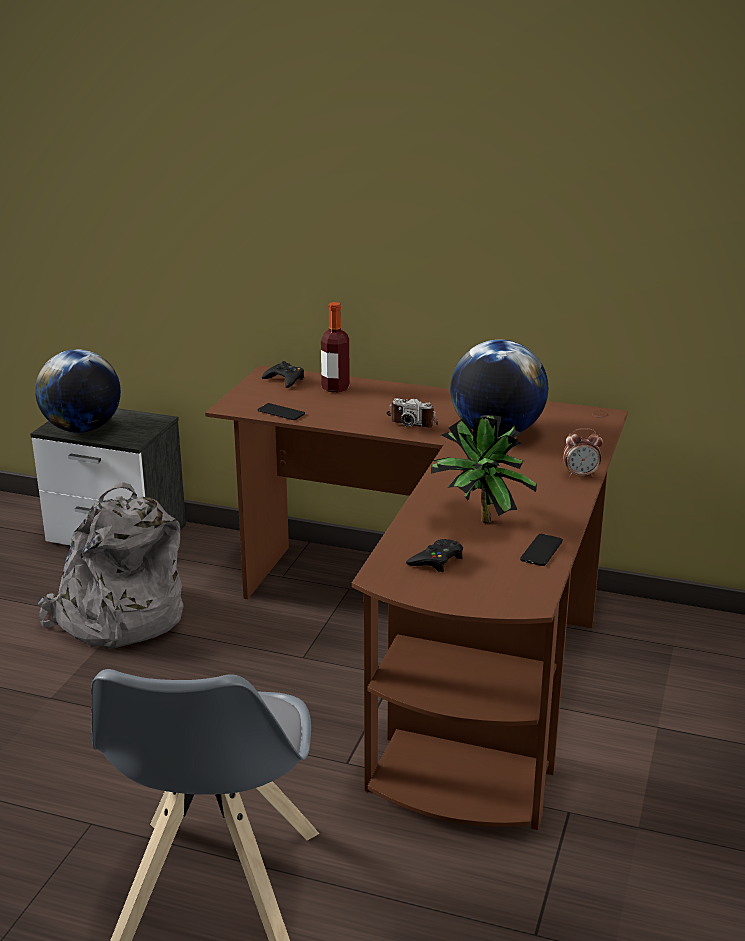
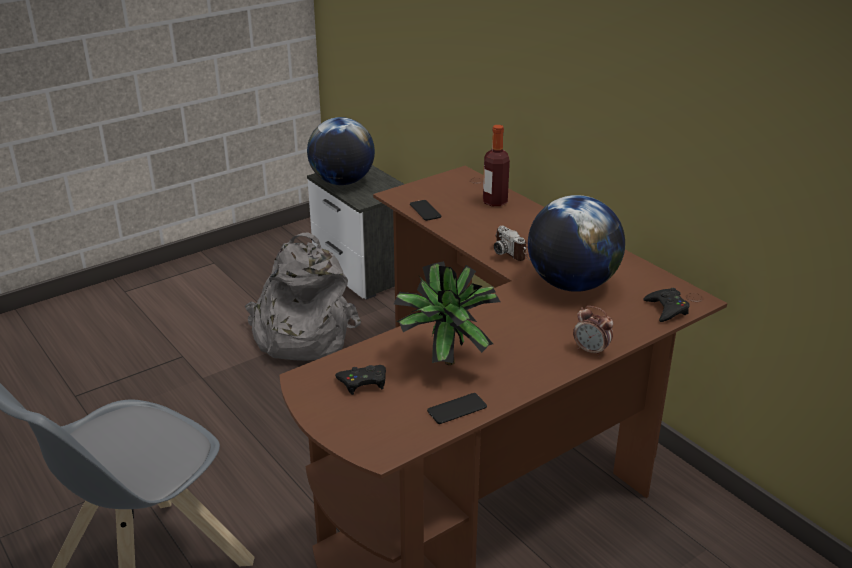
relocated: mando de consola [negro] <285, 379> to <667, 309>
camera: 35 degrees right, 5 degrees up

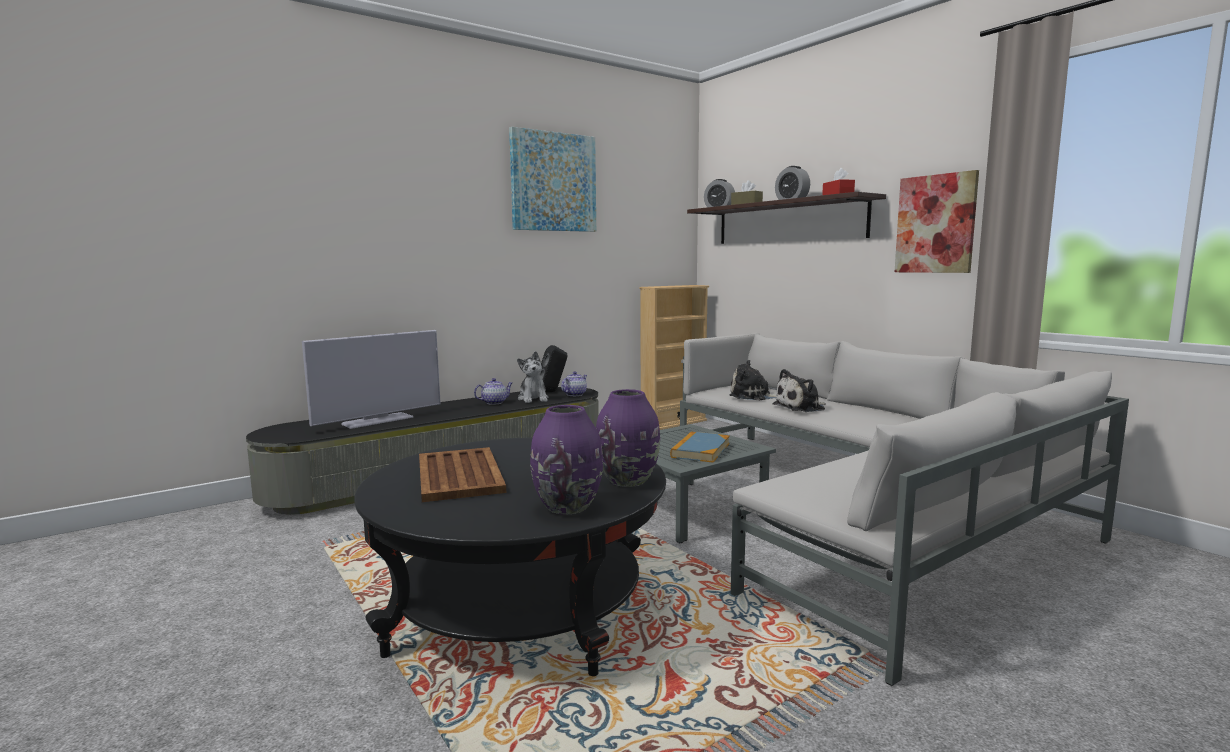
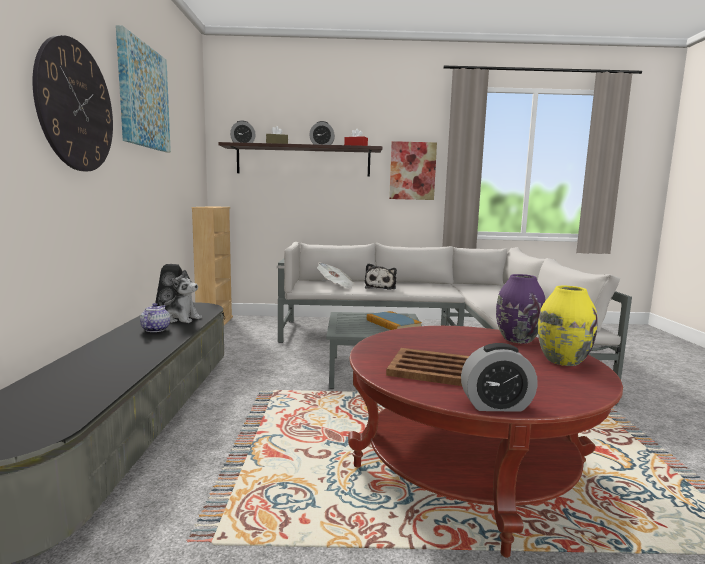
missing: televisor <378, 420>; tetera <575, 394>
appeared: reloj de pared <76, 106>; despertador <496, 405>
exchanged: peluche <753, 396> to periódico <336, 286>
colour: florero [morado] <568, 506> to florero [amarillo] <562, 360>; mesa de centro [negro] <520, 608> to mesa de centro [rojo] <468, 469>
camera: 55 degrees left, 0 degrees up

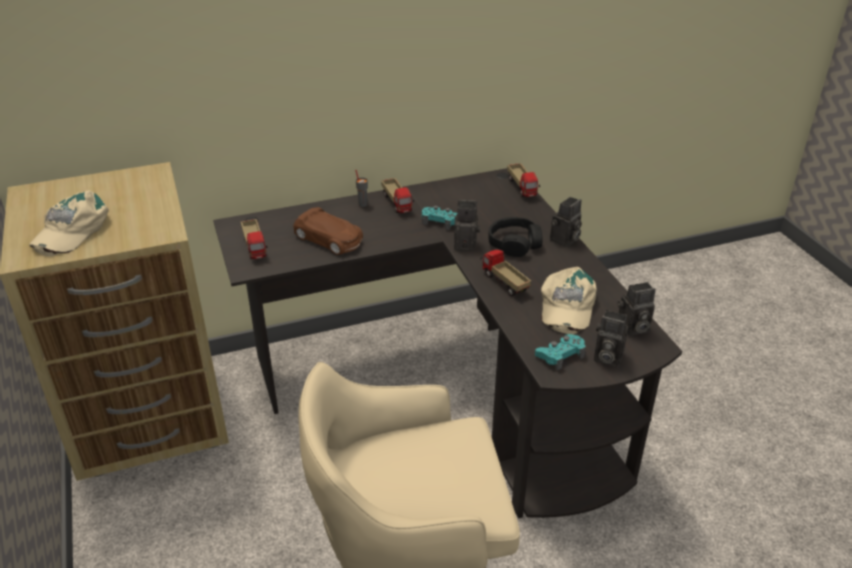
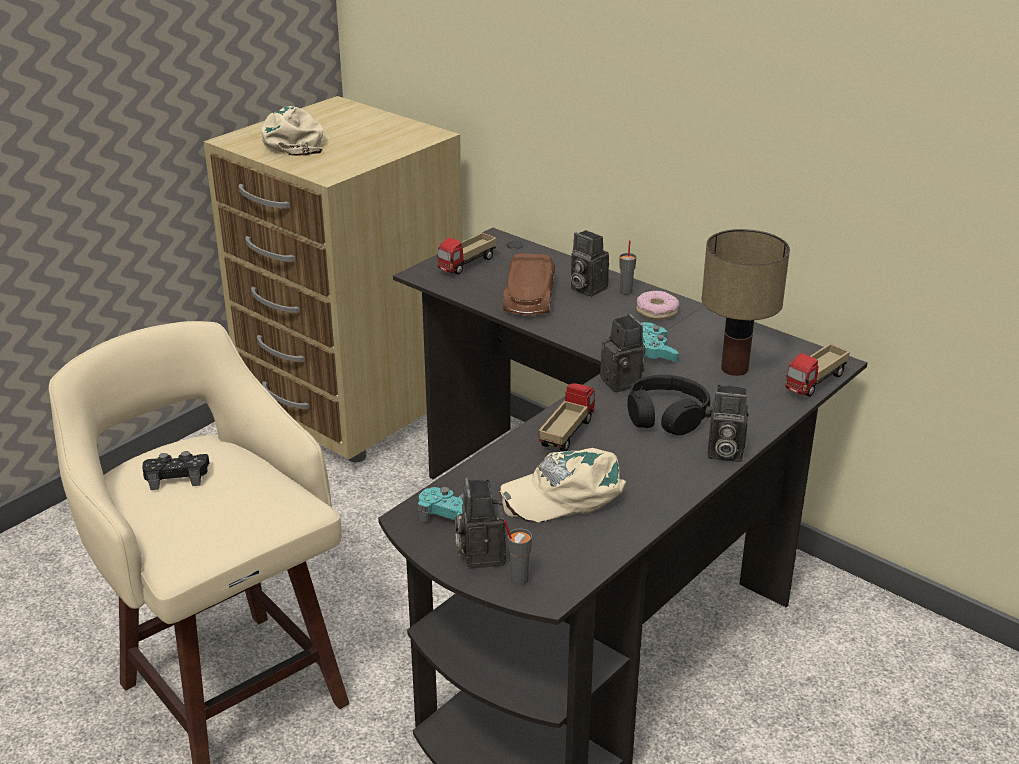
appeared: lámpara de mesa <734, 369>; mando de consola [negro] <177, 476>; taza [gris] <519, 579>
relocated: cámara <632, 328> to <586, 288>
exchanged: camión de juguete <397, 203> to rosquilla <657, 311>
spun: gorra [beis] <71, 230> = <293, 140> 90 degrees clockwise
camera: 60 degrees right, 5 degrees down

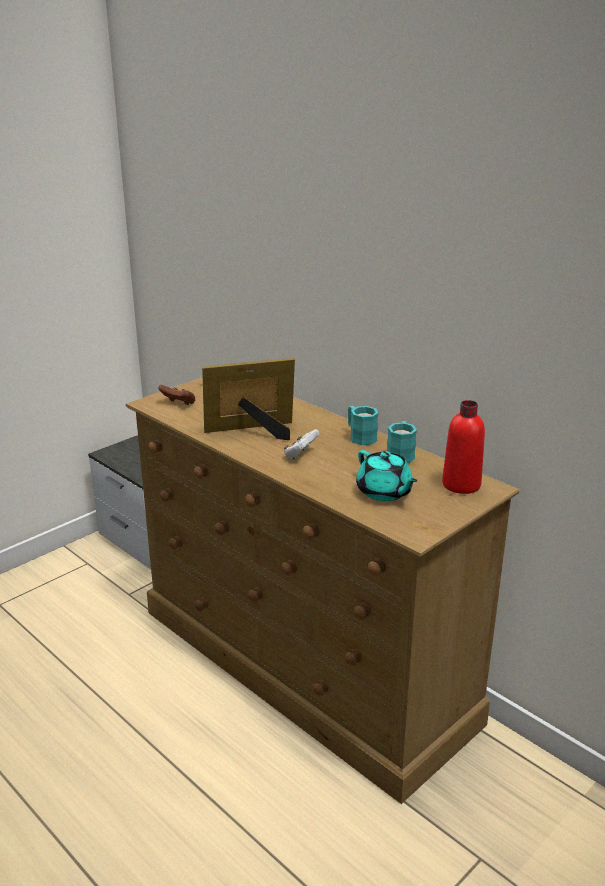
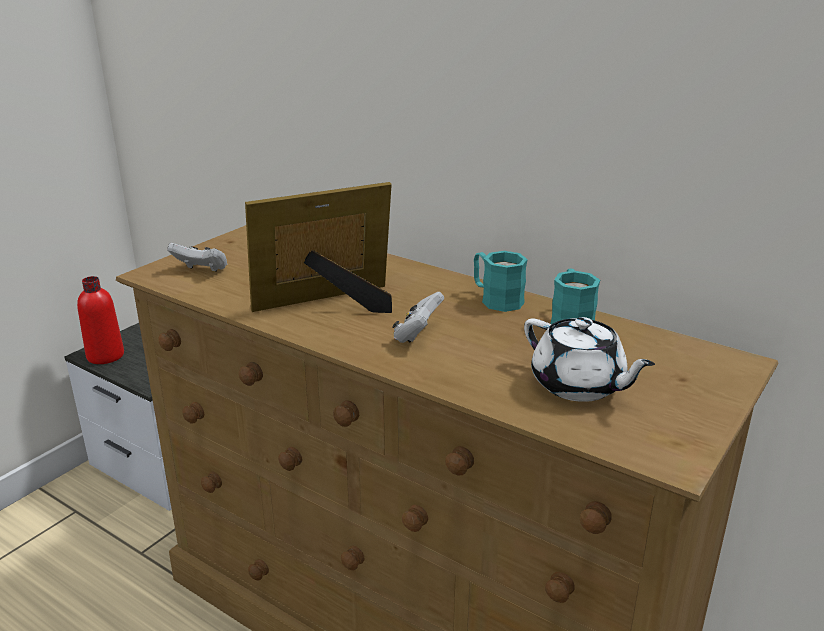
relocated: botella [rojo] <461, 485> to <105, 356>
colour: mando de consola [marrón] <179, 403> to mando de consola [blanco] <202, 270>; tetera [turquesa] <384, 492> to tetera [blanco] <578, 386>
camera: 10 degrees left, 0 degrees up

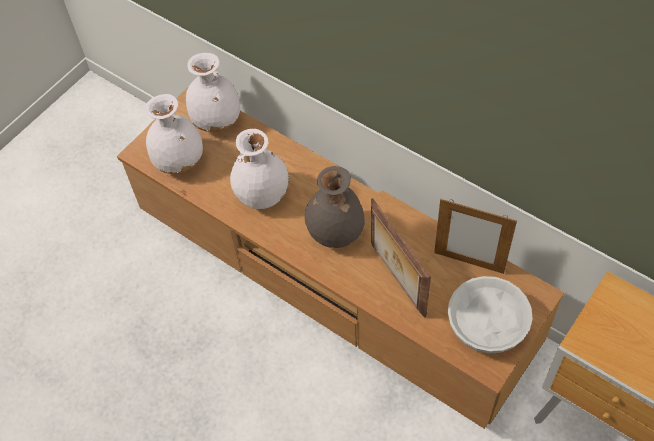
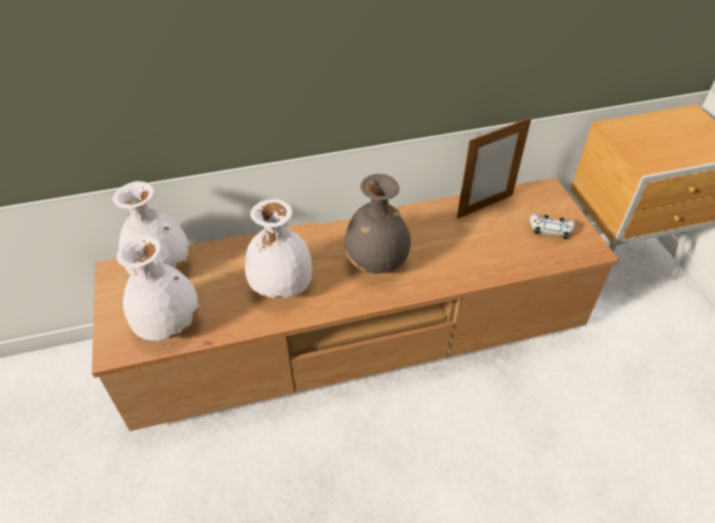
missing: portarretratos <396, 279>
exchanged: cuenco [blanco] <486, 324> to mando de consola [blanco] <550, 229>
camera: 55 degrees left, 10 degrees down

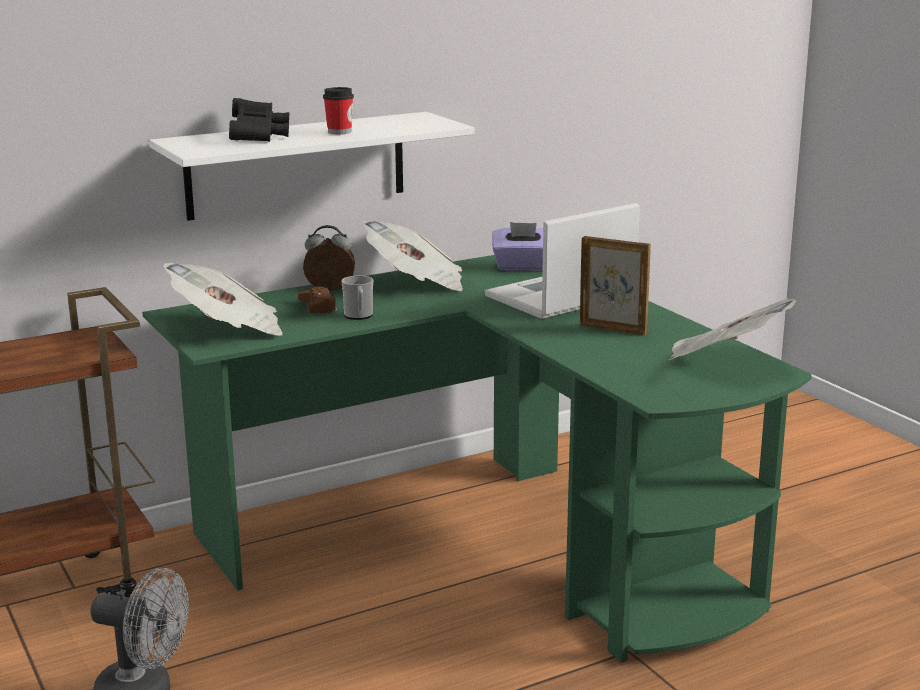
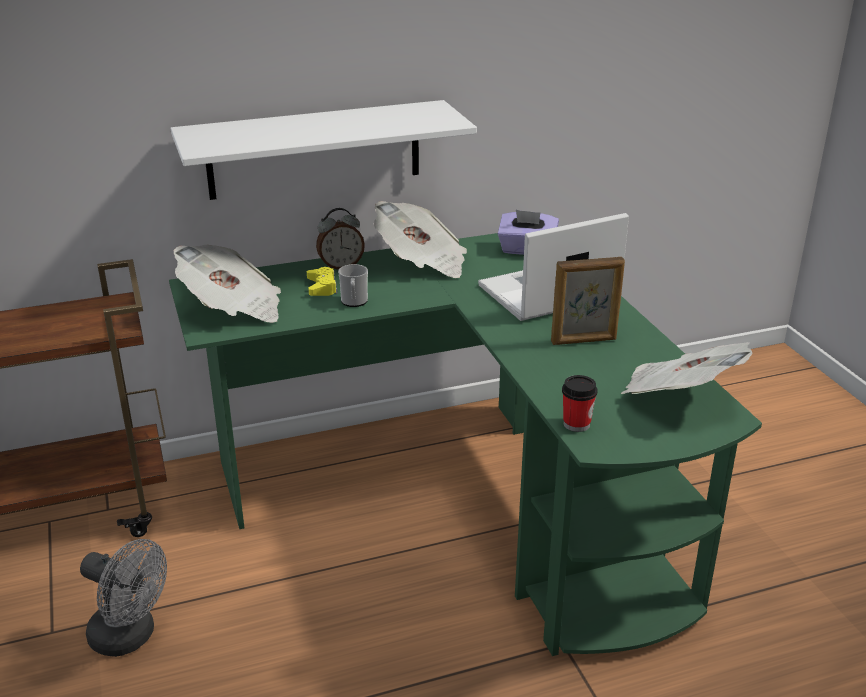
missing: prismáticos [negro] <259, 137>
relocated: taza <339, 132> to <576, 424>
colour: mando de consola [marrón] <318, 307> to mando de consola [amarillo] <322, 287>
spun: despertador <330, 290> = <341, 266> 150 degrees clockwise; portarretratos <613, 329> = <584, 341> 135 degrees clockwise
camera: 10 degrees right, 10 degrees up

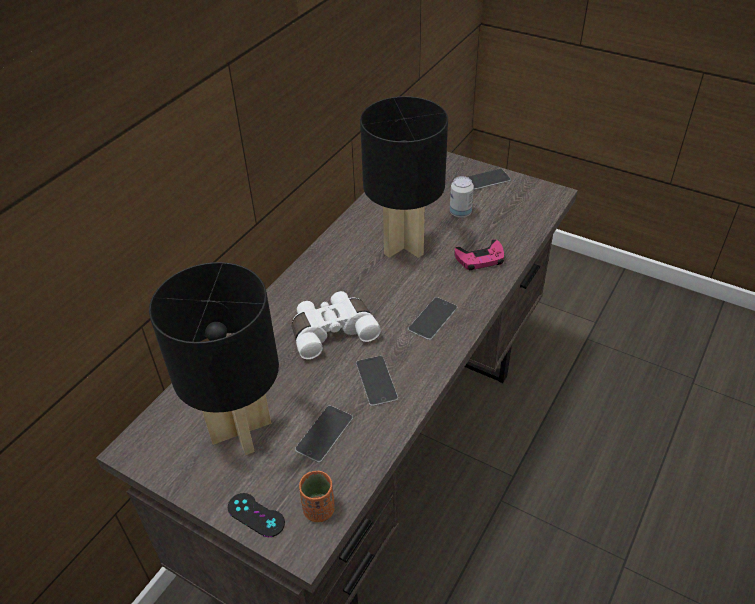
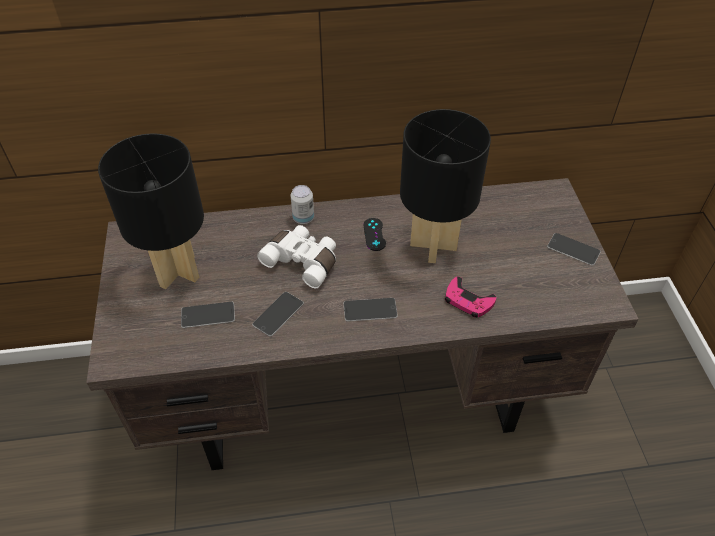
missing: taza [naranja] <319, 509>
relocated: lata <460, 213> to <303, 218>; mando de consola [negro] <256, 515> to <374, 234>
camera: 50 degrees right, 5 degrees up

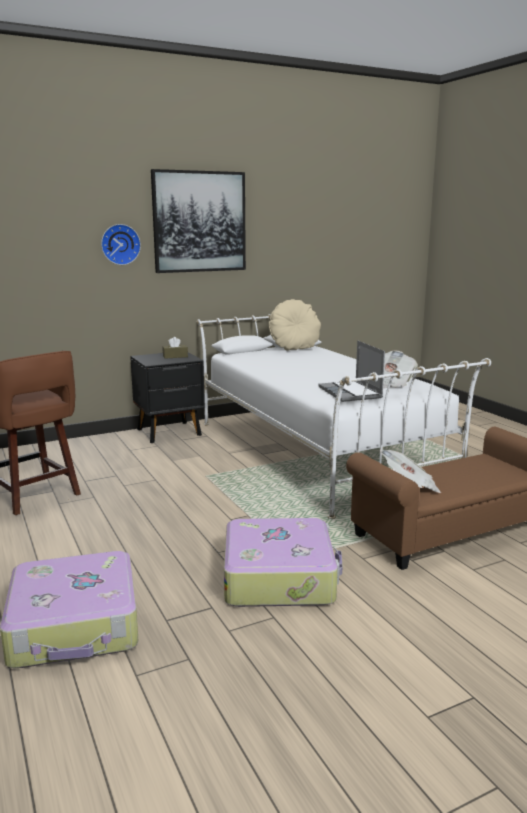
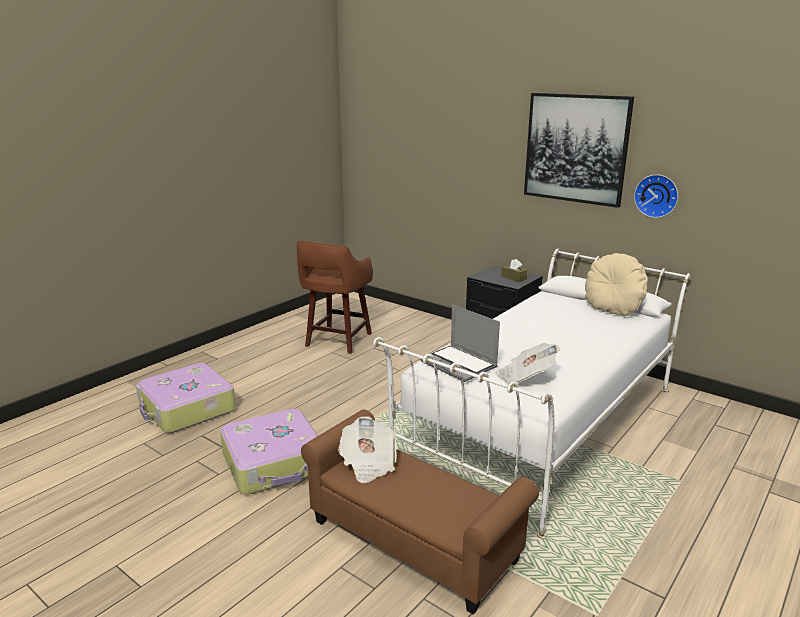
relocated: reloj de pared <120, 244> to <657, 195>
spun: portátil <351, 393> = <460, 365> 90 degrees counterclockwise
camera: 65 degrees right, 5 degrees up

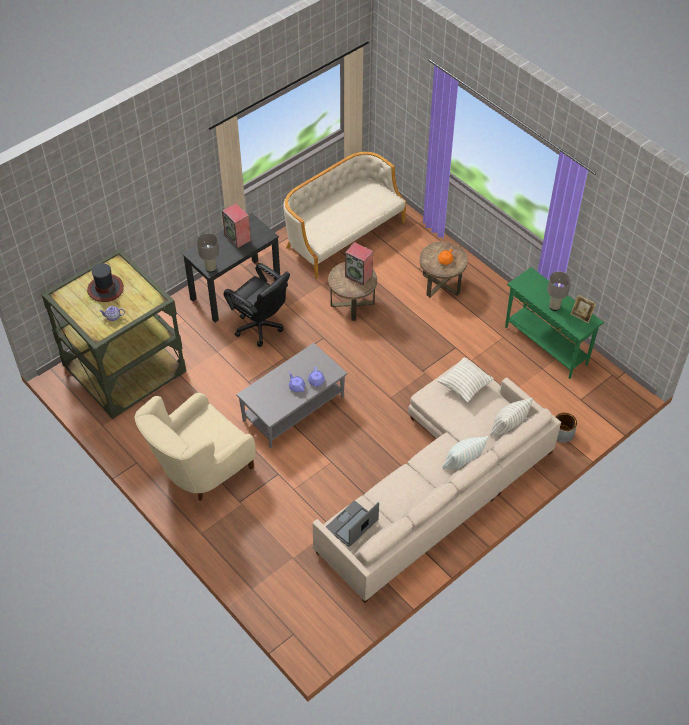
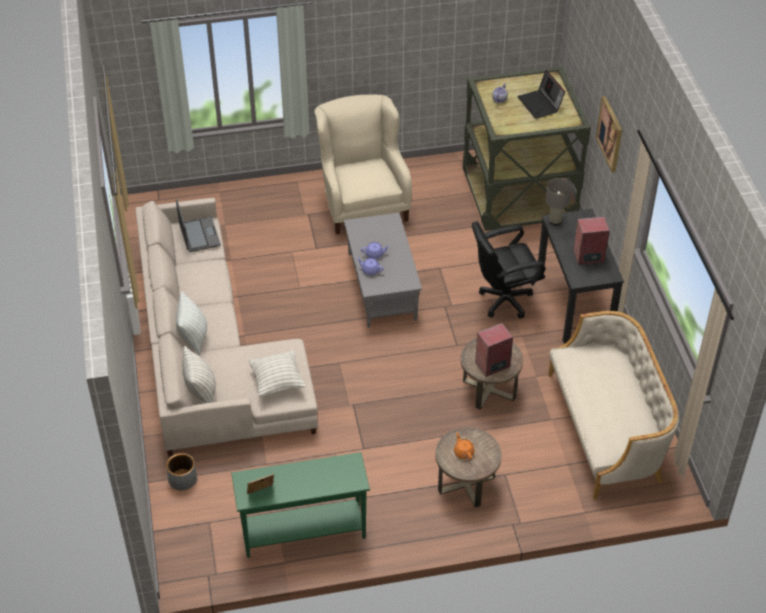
missing: lámpara de mesa [gris] <554, 307>
appeared: cuadro <610, 133>
exchanged: sombrero <105, 288> to portátil <540, 104>
camera: 120 degrees right, 5 degrees down

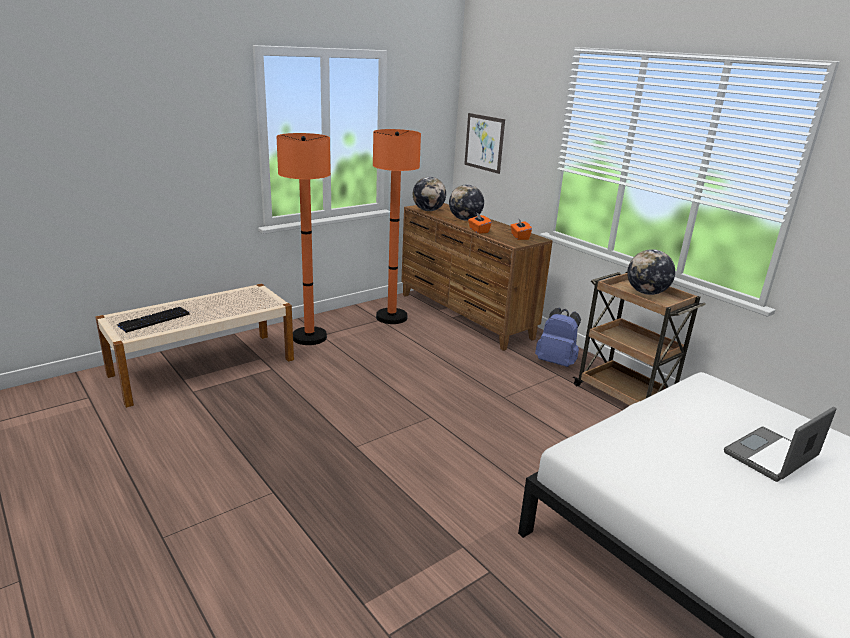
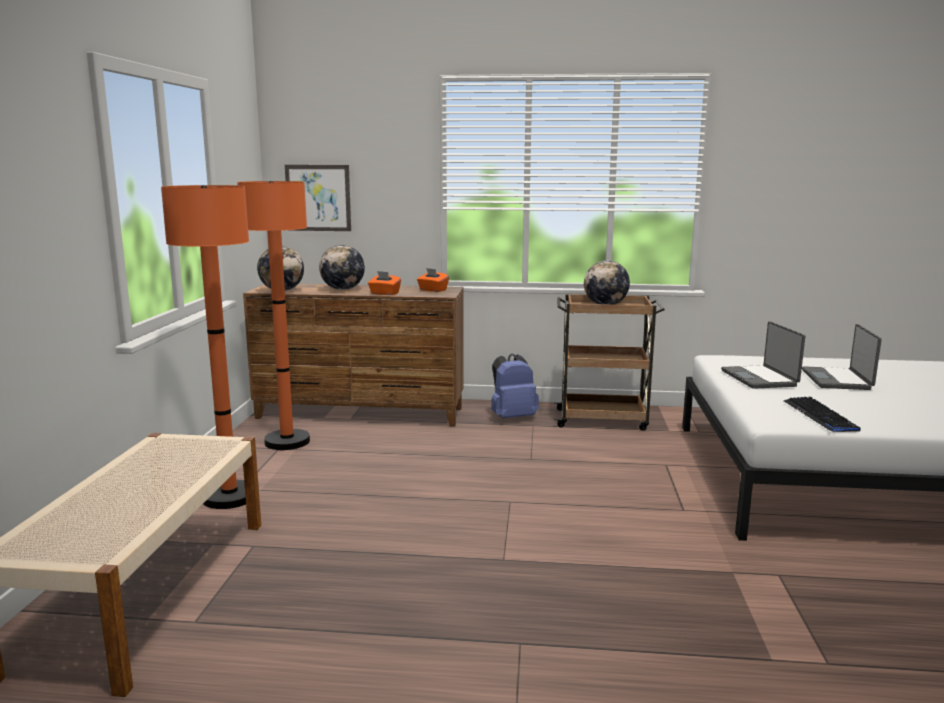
appeared: portátil <760, 378>
relocated: teclado <153, 320> to <820, 416>
camera: 45 degrees left, 10 degrees down

